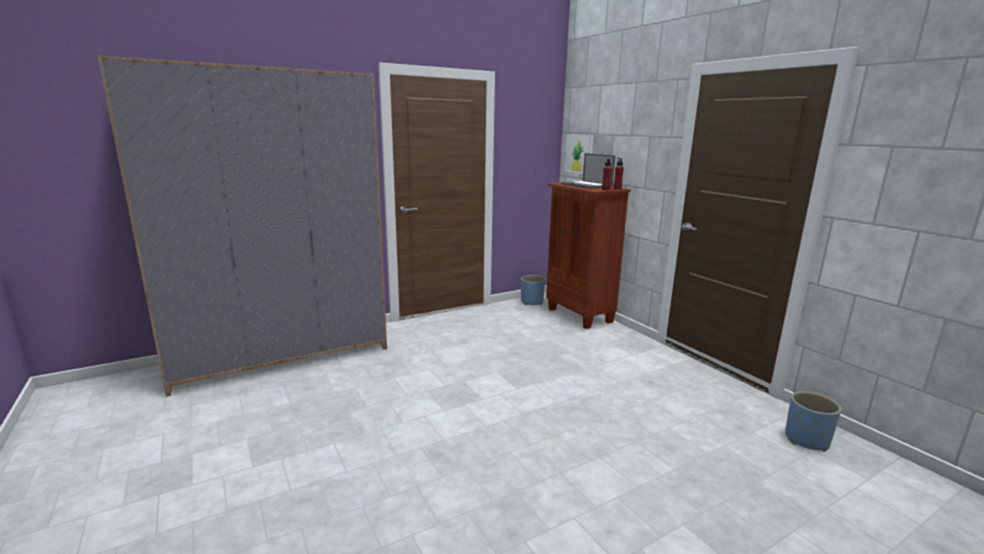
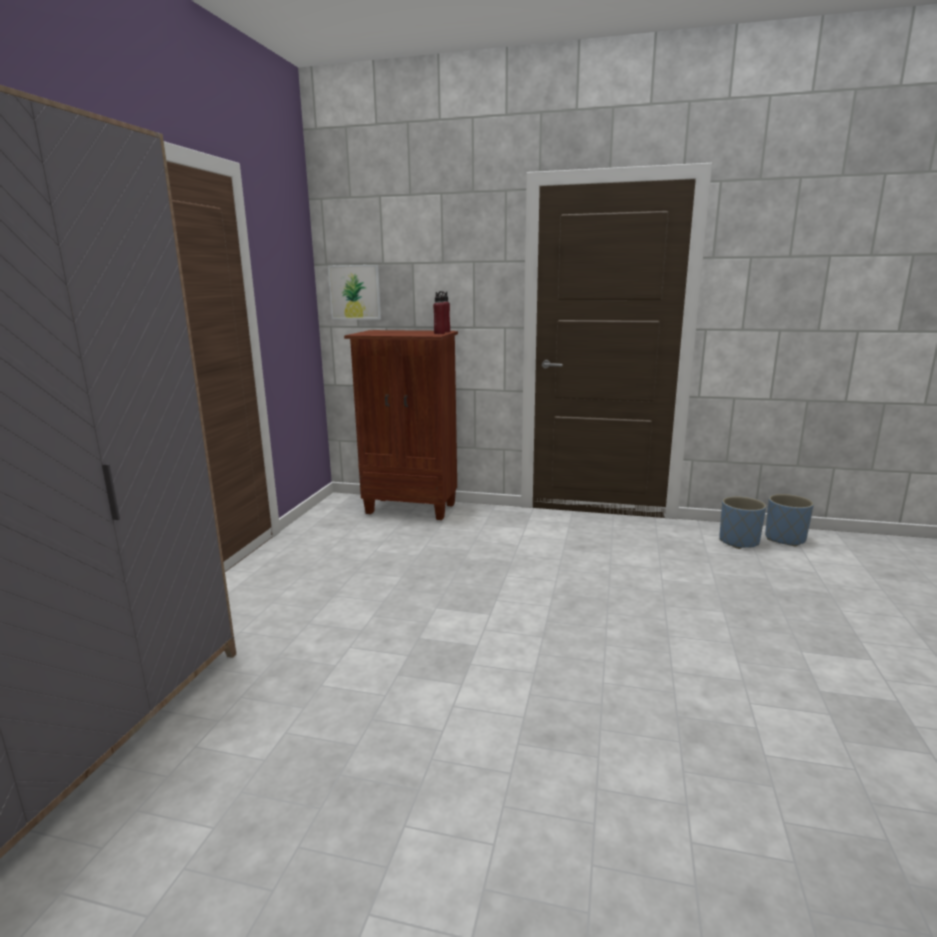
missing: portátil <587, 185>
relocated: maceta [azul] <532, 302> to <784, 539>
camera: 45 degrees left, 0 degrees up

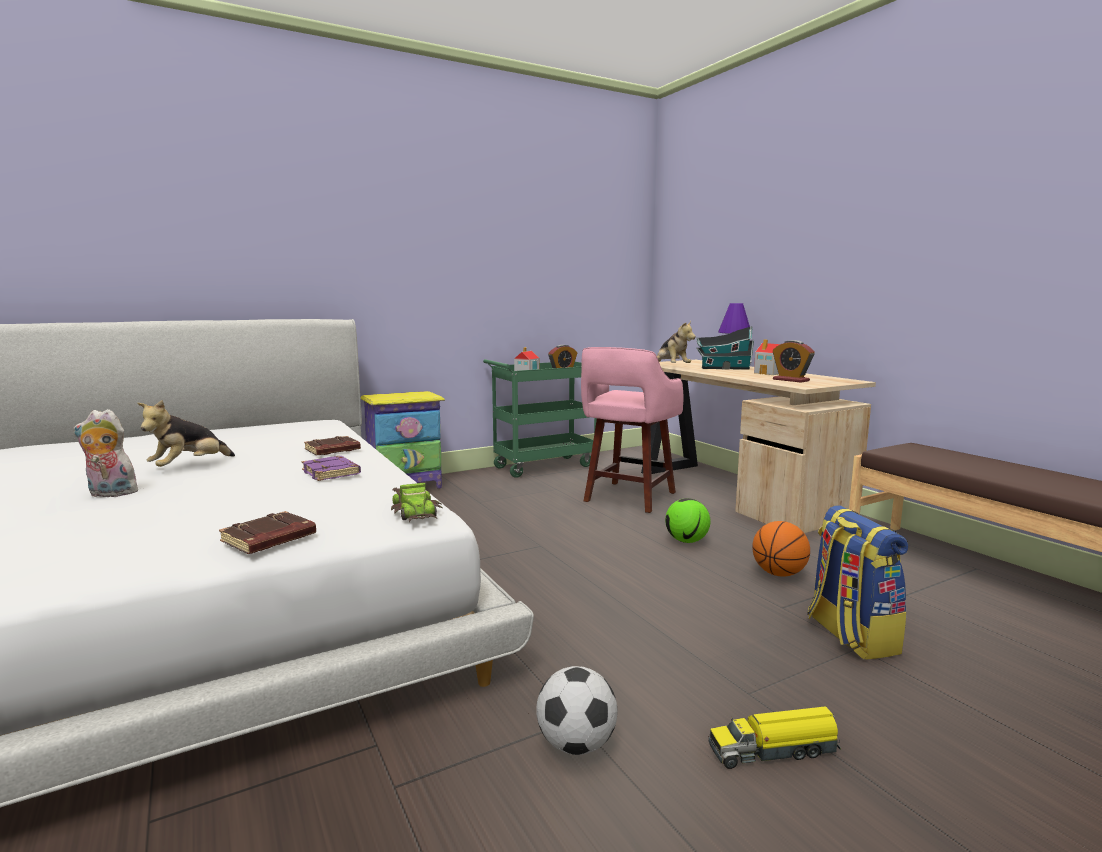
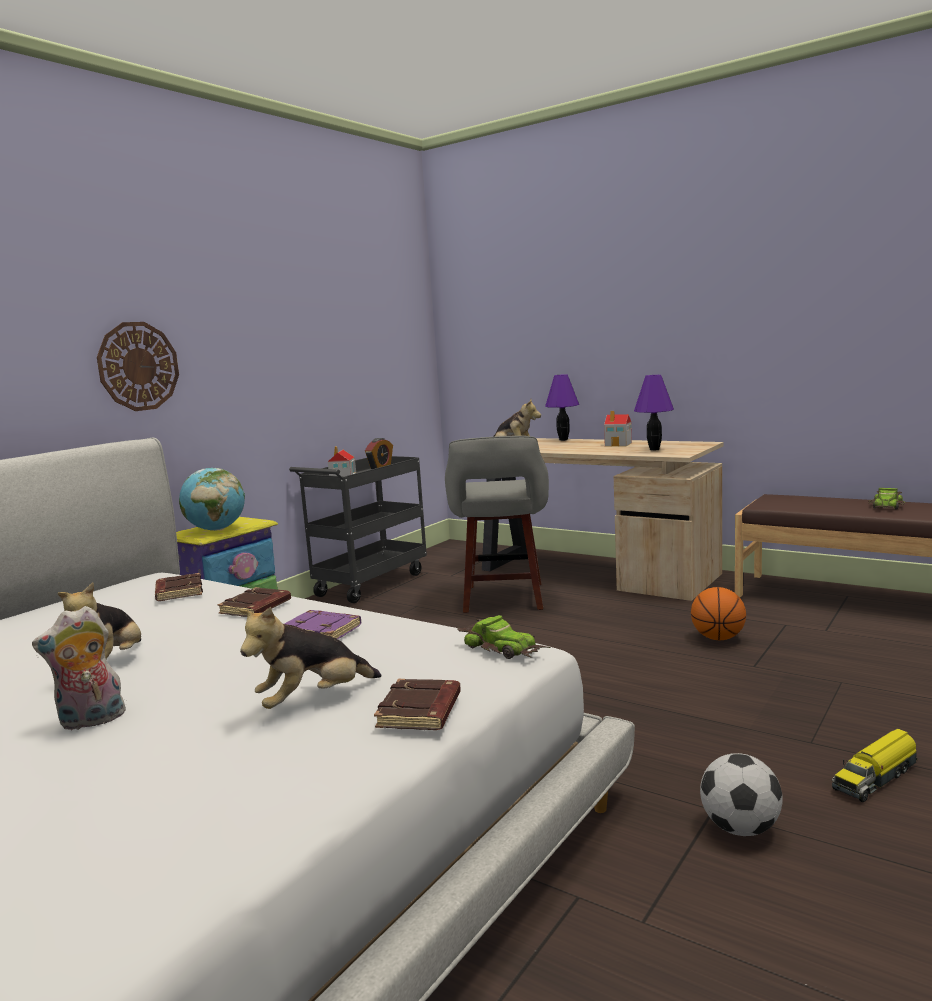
missing: casita <723, 368>; balón de fútbol <687, 541>; mochila <849, 636>
appeared: reloj de pared <138, 366>; globo terráqueo <216, 529>; coche de juguete <887, 506>; libro [marrón] <178, 592>; peluche <313, 701>
exchanged: despertador <791, 380> to lámpara de mesa [morado] <655, 449>
colour: taburete [rosa] <628, 498> to taburete [gris] <503, 599>; carrito [verde] <541, 467> to carrito [gris] <369, 586>
camera: 25 degrees left, 0 degrees up

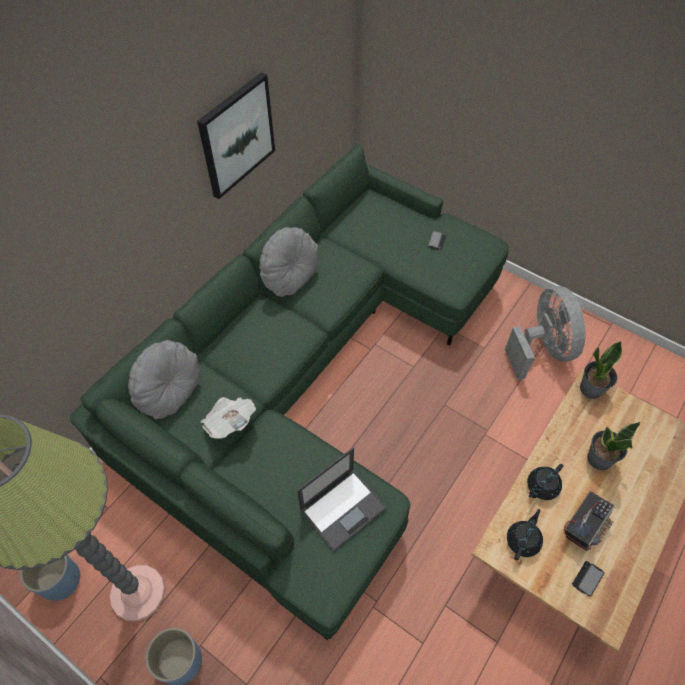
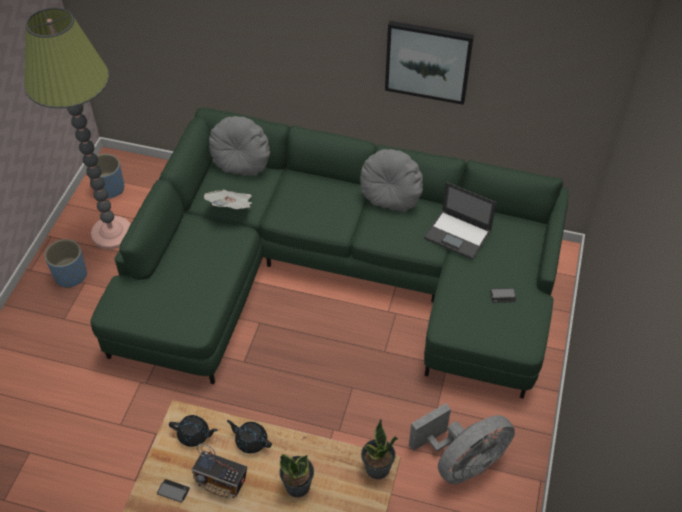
relocated: portátil <343, 508> to <458, 235>
camera: 70 degrees right, 5 degrees down

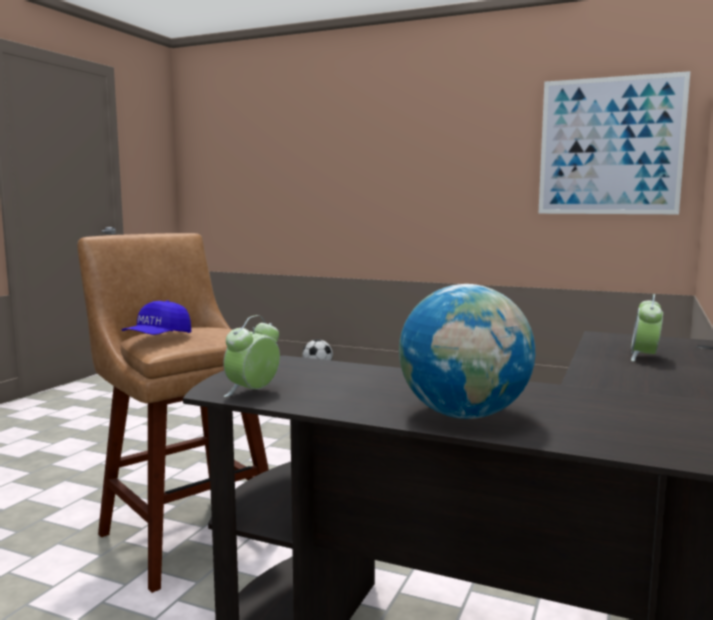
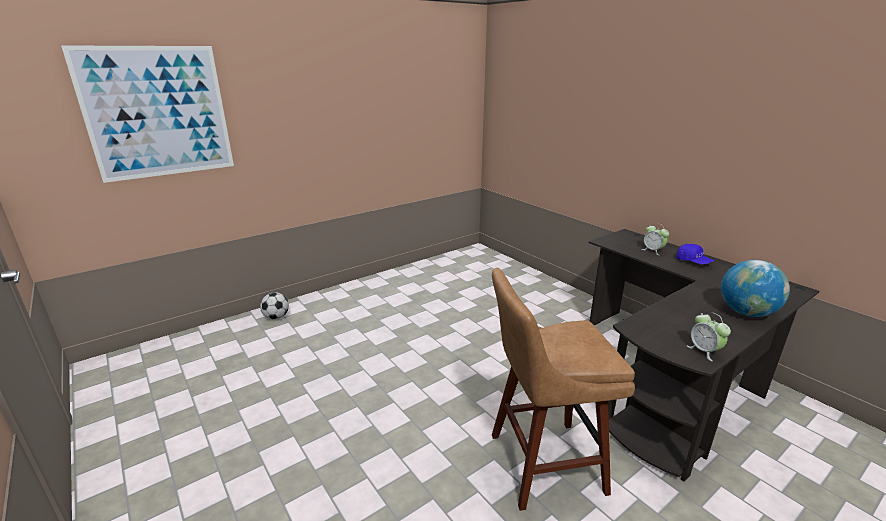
relocated: cuadro <610, 146> to <158, 113>; gorra [azul] <158, 338> to <693, 262>
camera: 60 degrees left, 15 degrees up

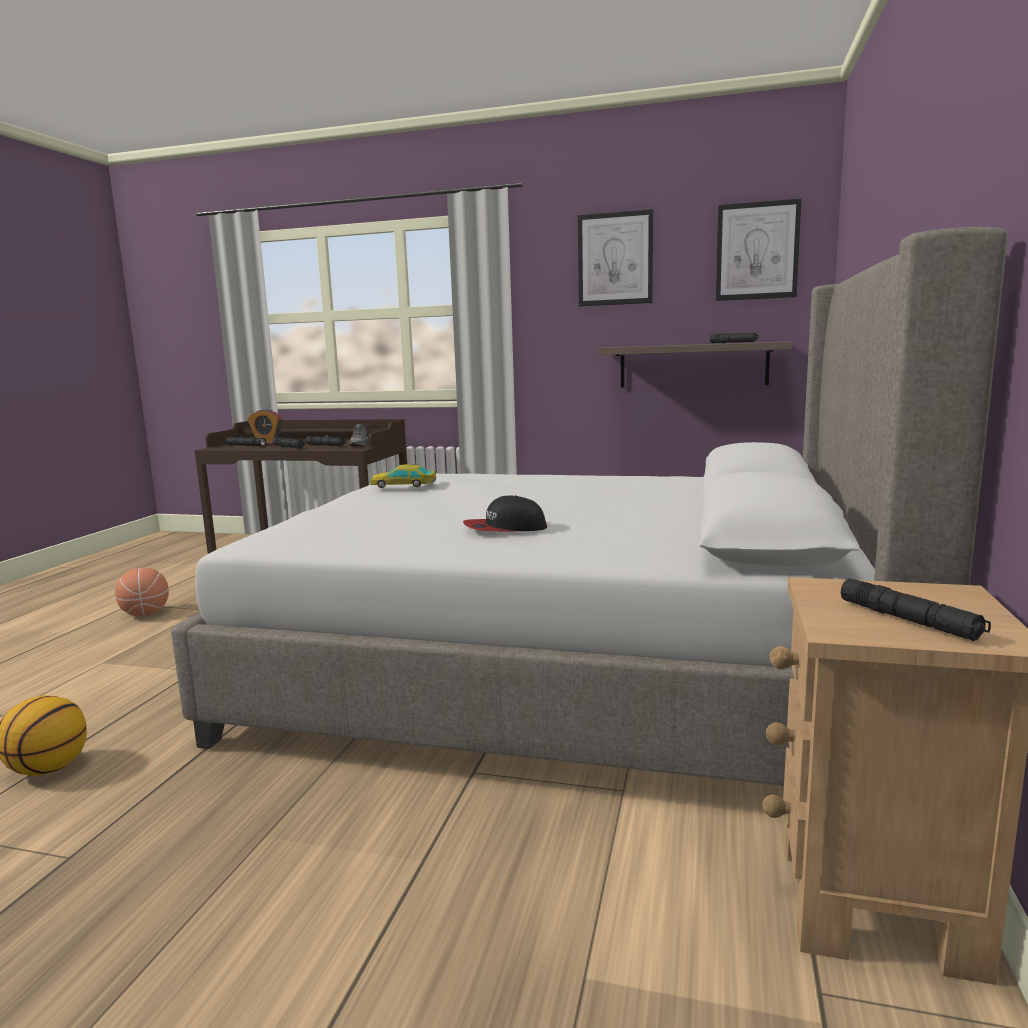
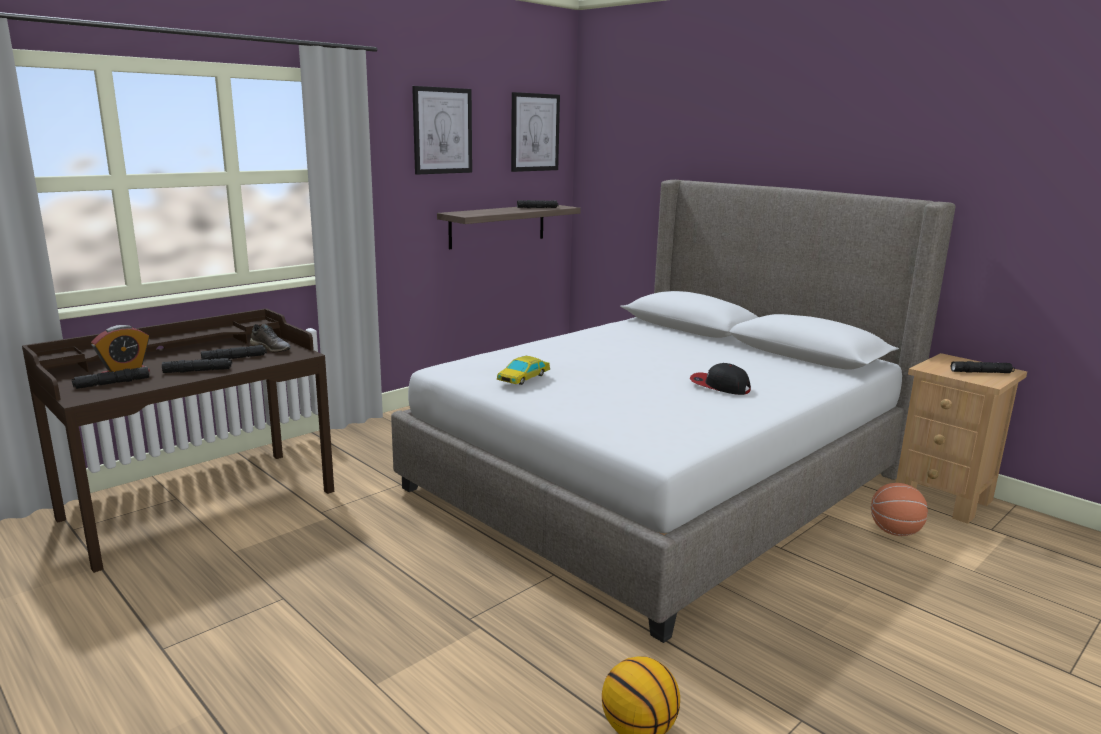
relocated: balón de baloncesto <145, 614> to <895, 532>
spun: gorra <504, 529> = <719, 386> 105 degrees clockwise
camera: 60 degrees left, 5 degrees up

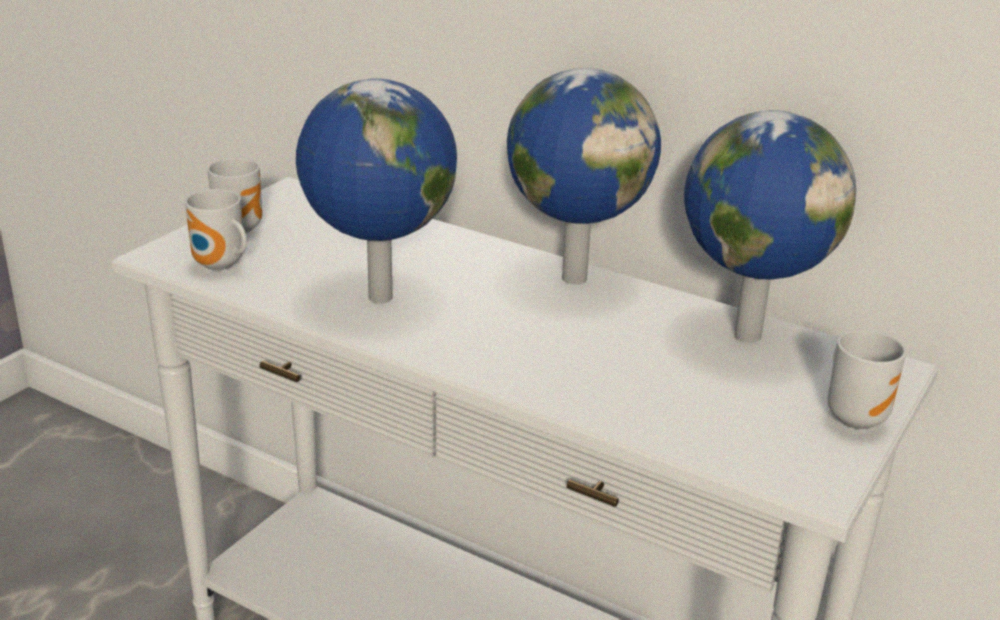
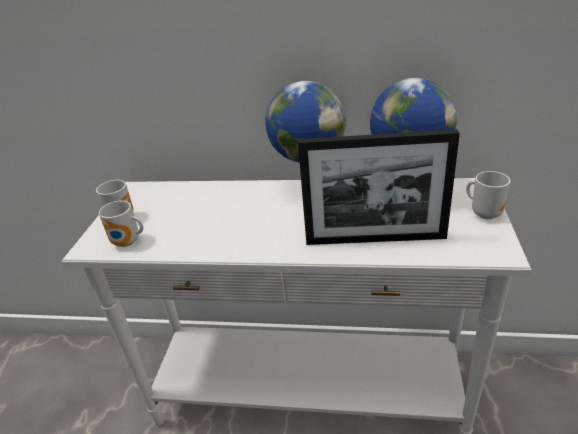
missing: globo terráqueo <377, 298>
appeared: portarretratos <375, 239>
camera: 20 degrees left, 5 degrees up

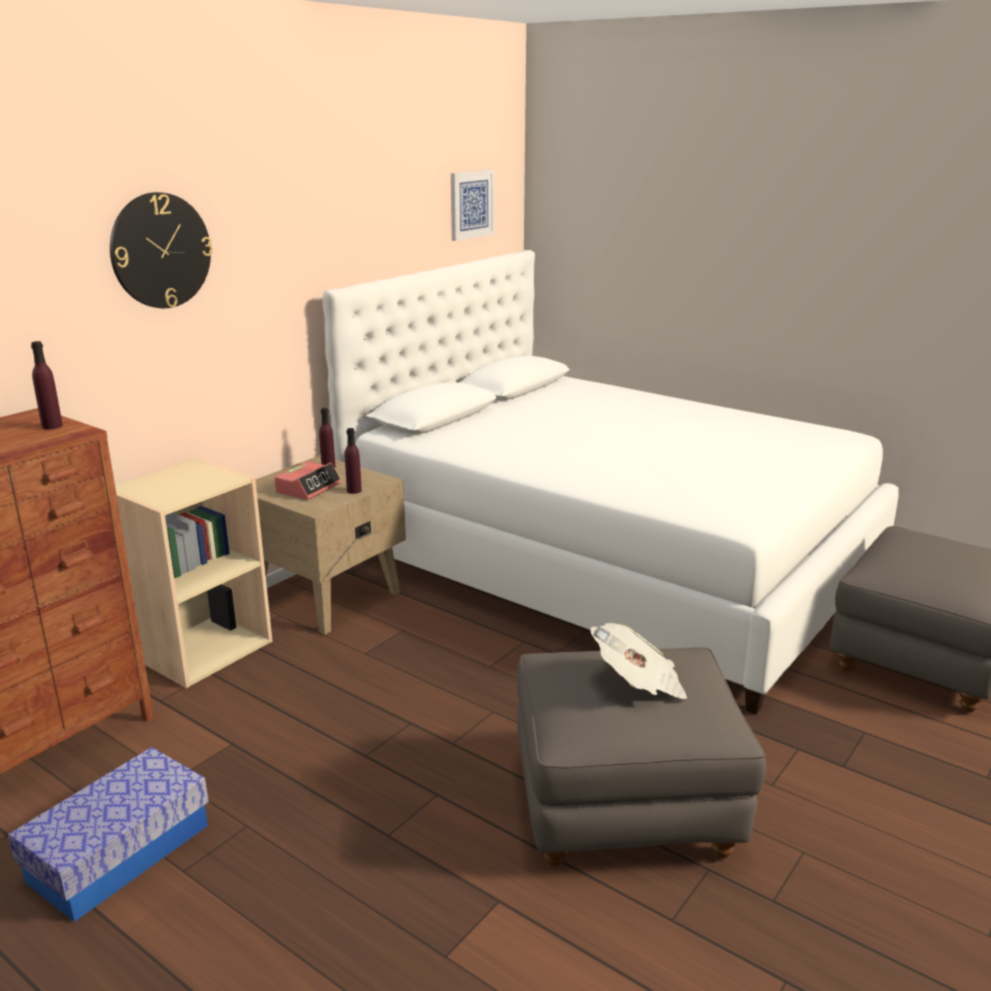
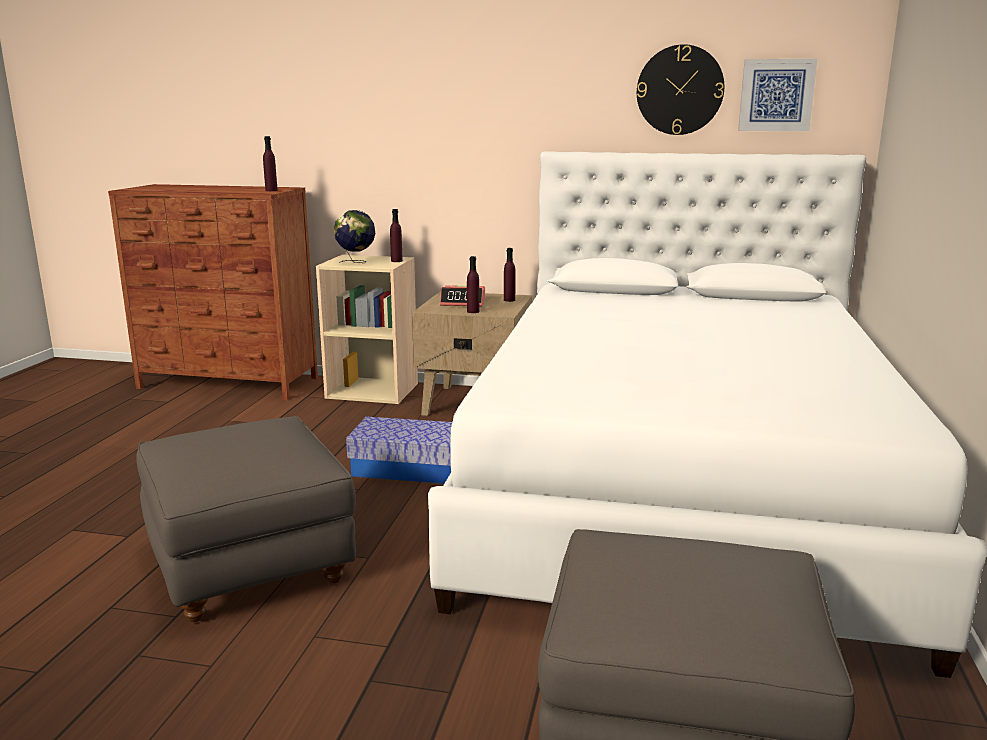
missing: periódico <638, 683>
appeared: botella [morado] <396, 261>; globo terráqueo <356, 262>
relocated: reloj de pared <160, 251> to <680, 90>; caja de almacenaje <120, 852> to <409, 468>
camera: 65 degrees right, 5 degrees down

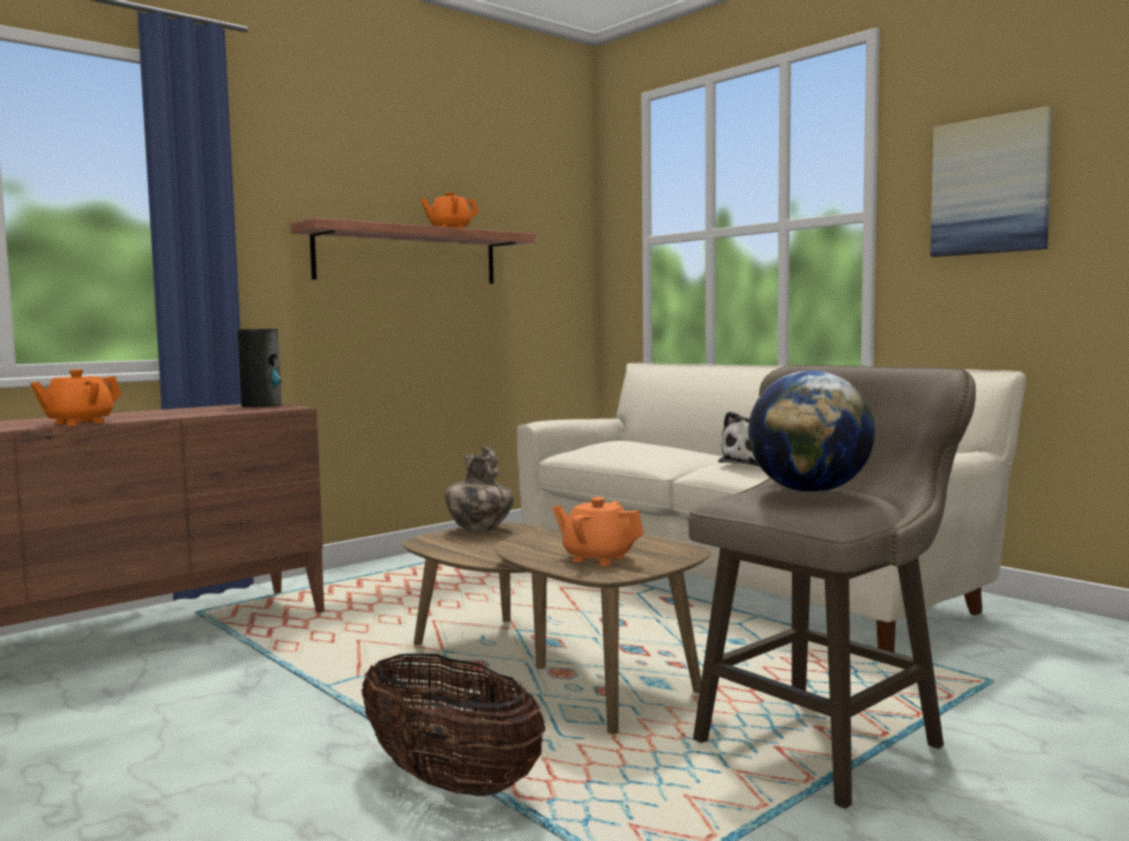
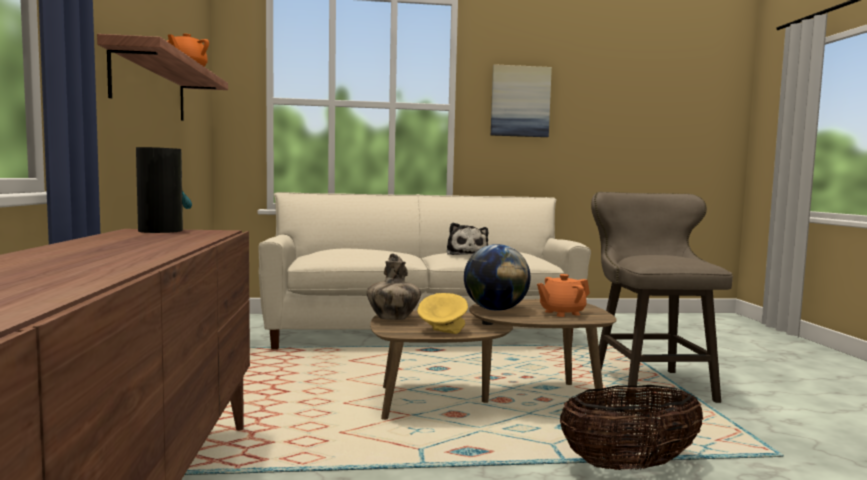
missing: tetera [naranja] <78, 423>
appeared: cuenco [amarillo] <442, 331>
relocated: globo terráqueo <809, 491> to <495, 309>
camera: 55 degrees left, 0 degrees up

